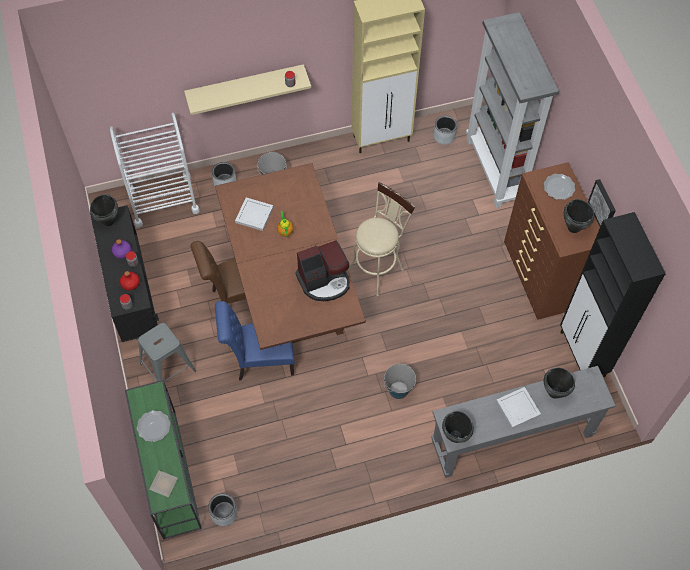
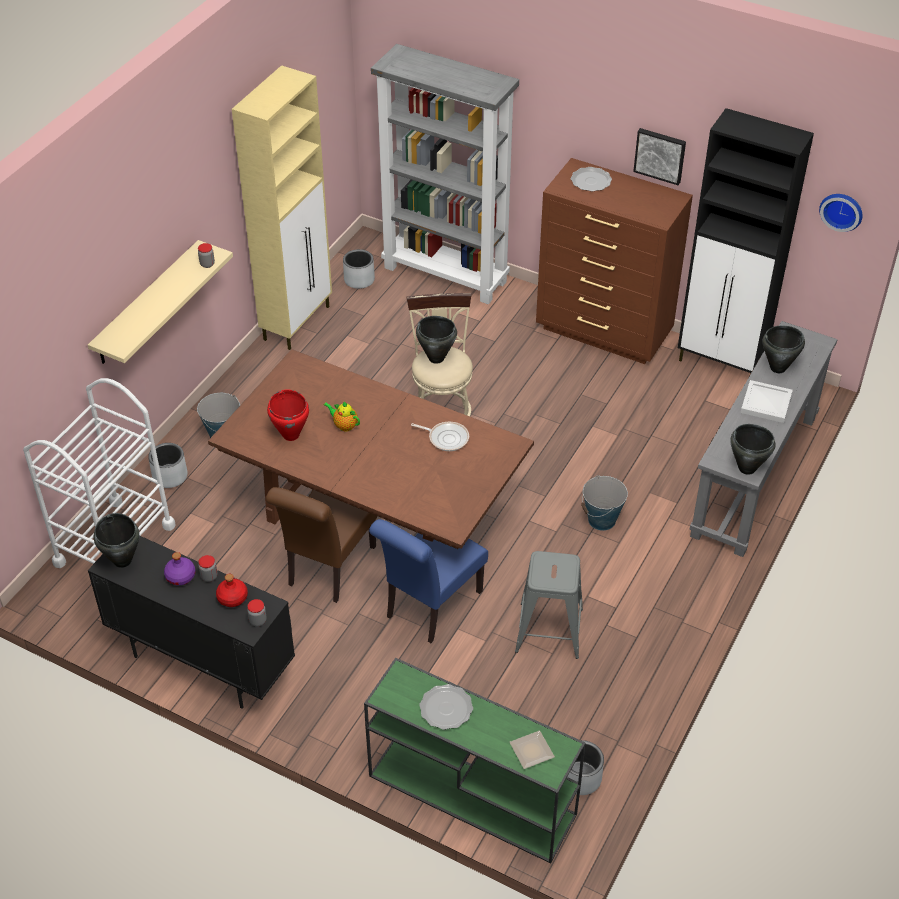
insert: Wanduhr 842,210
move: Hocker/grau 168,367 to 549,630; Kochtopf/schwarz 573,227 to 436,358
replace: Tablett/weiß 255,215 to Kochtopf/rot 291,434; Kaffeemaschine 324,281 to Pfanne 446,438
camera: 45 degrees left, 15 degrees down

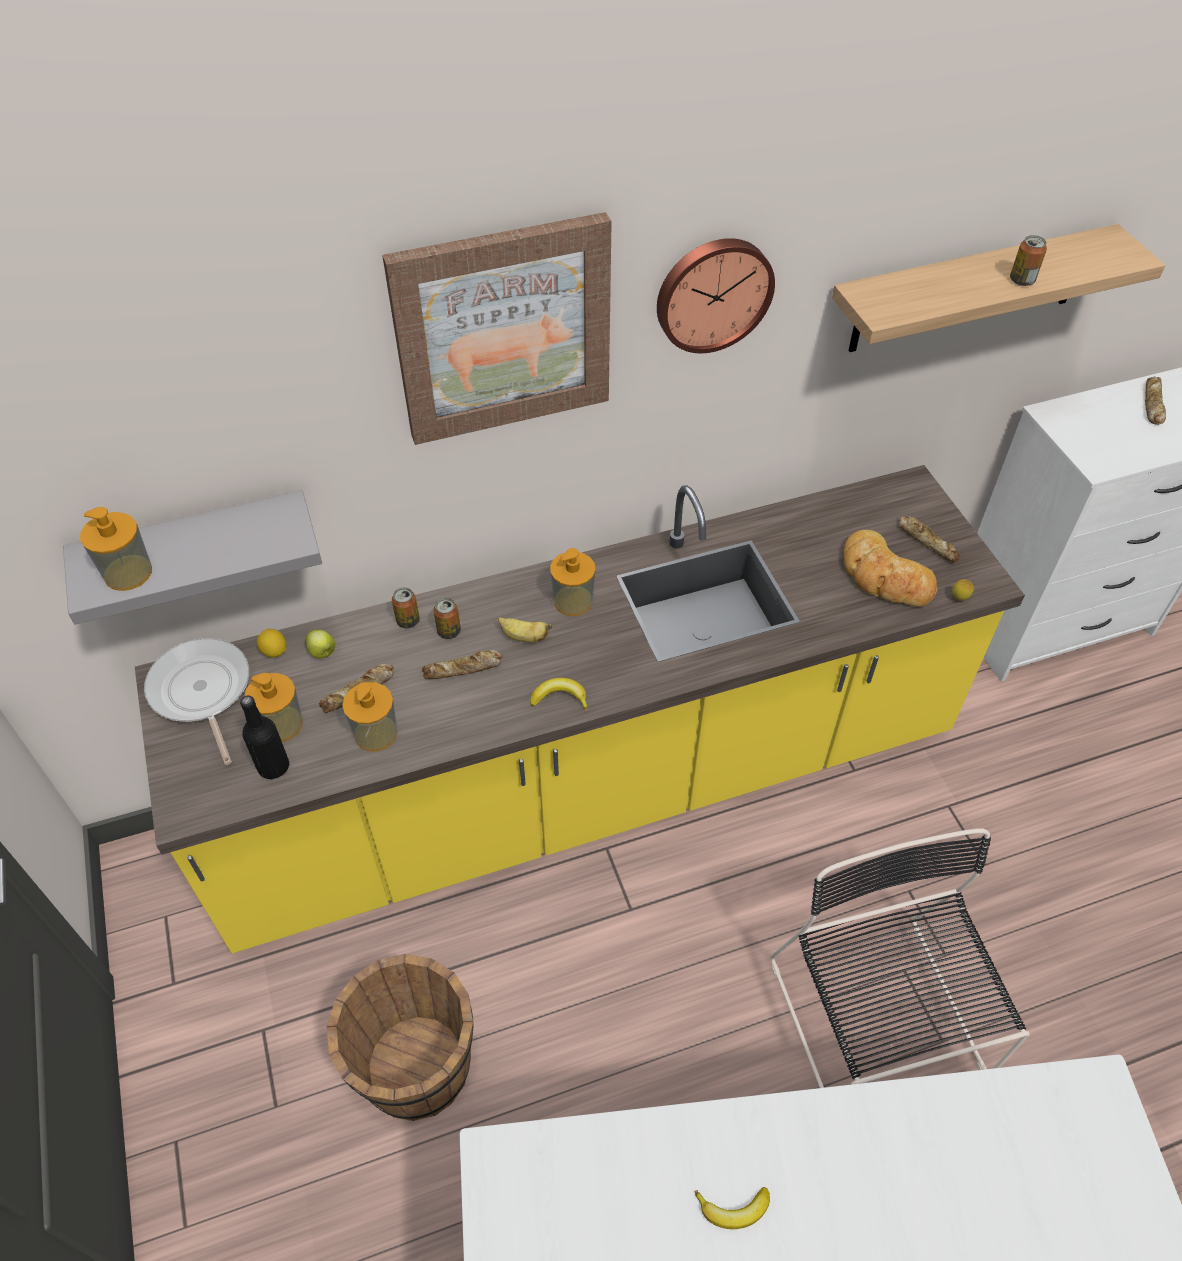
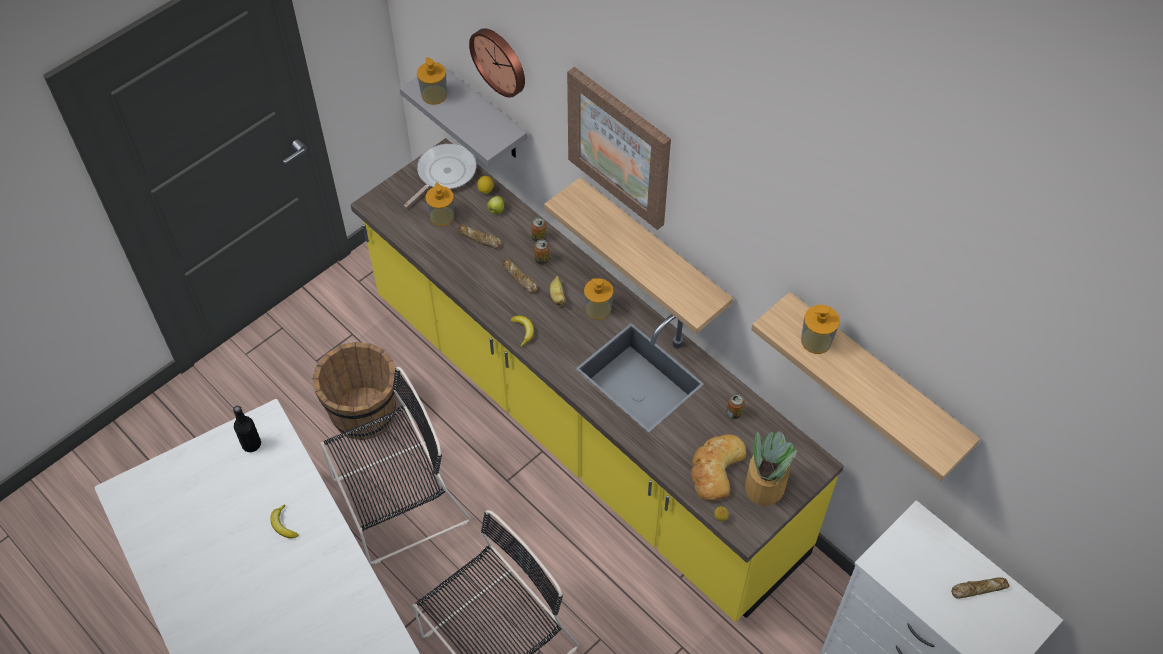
insert: Stuhl/schwarz 396,502; Wandregal 653,252
move: Flasche/schwarz 273,766 to 251,444; Seifenspender 376,733 to 816,341; Wanduhr 712,293 to 500,60; Dose 1022,280 to 734,413
replace: Brot 928,542 to Topfpflanze 764,487
camera: 65 degrees right, 5 degrees up

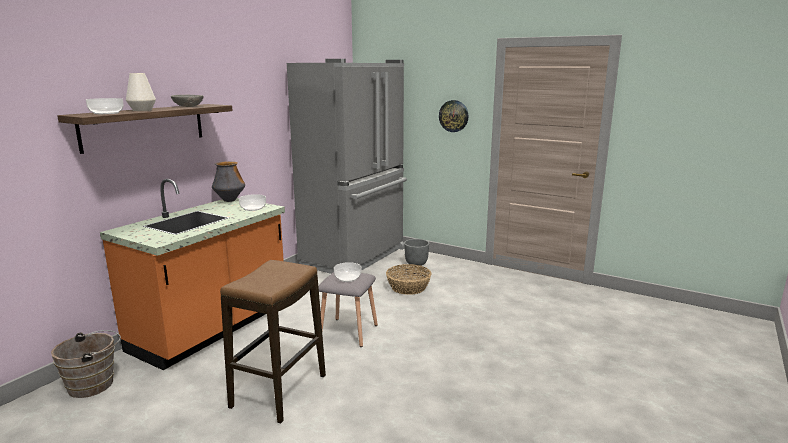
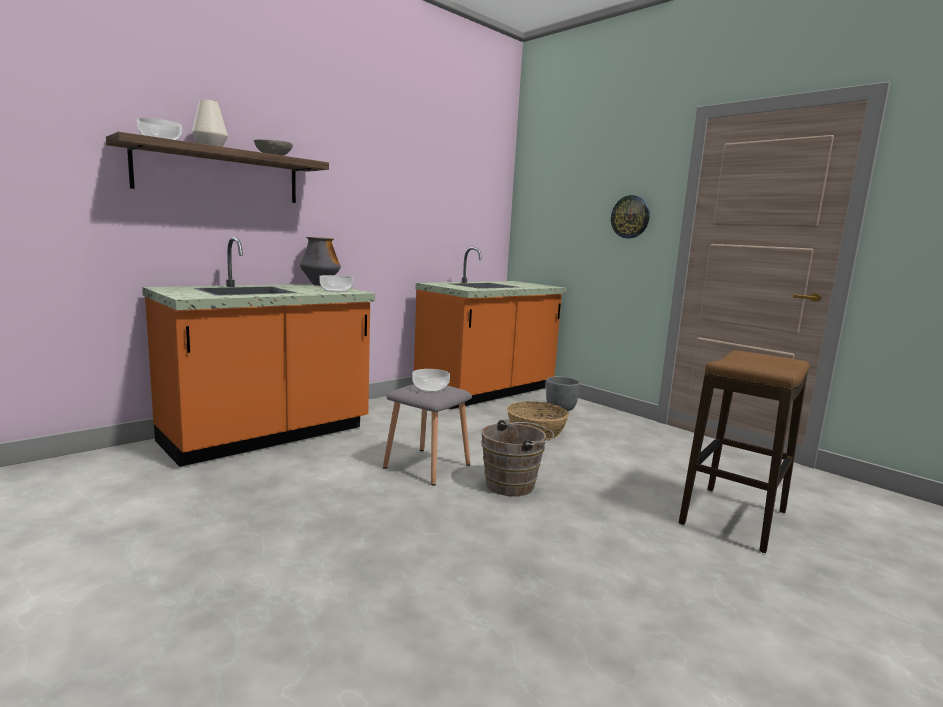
move: Eimer/braun 95,384 to 514,485; Hocker 279,391 to 733,517
replace: Kühlschrank/grau 356,257 to Küchenzeile/orange 487,393
camera: 15 degrees right, 5 degrees down

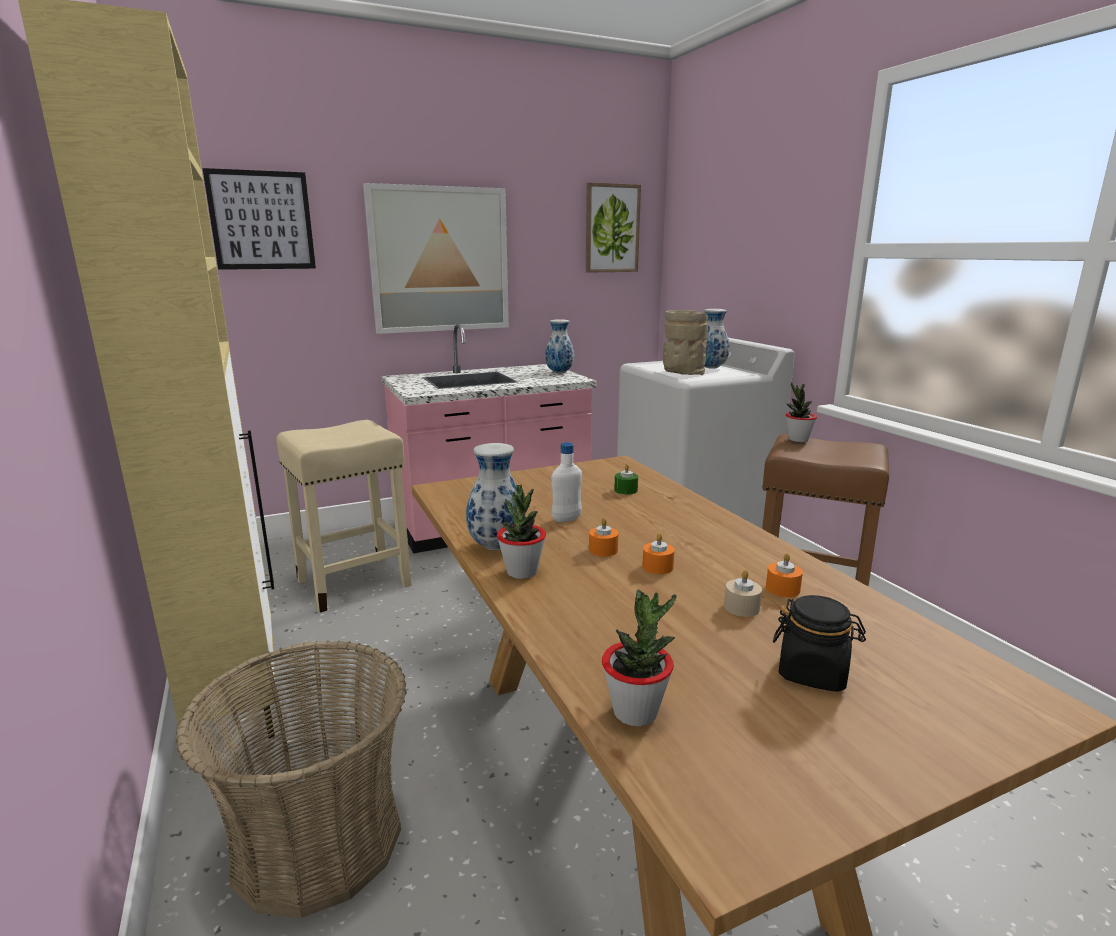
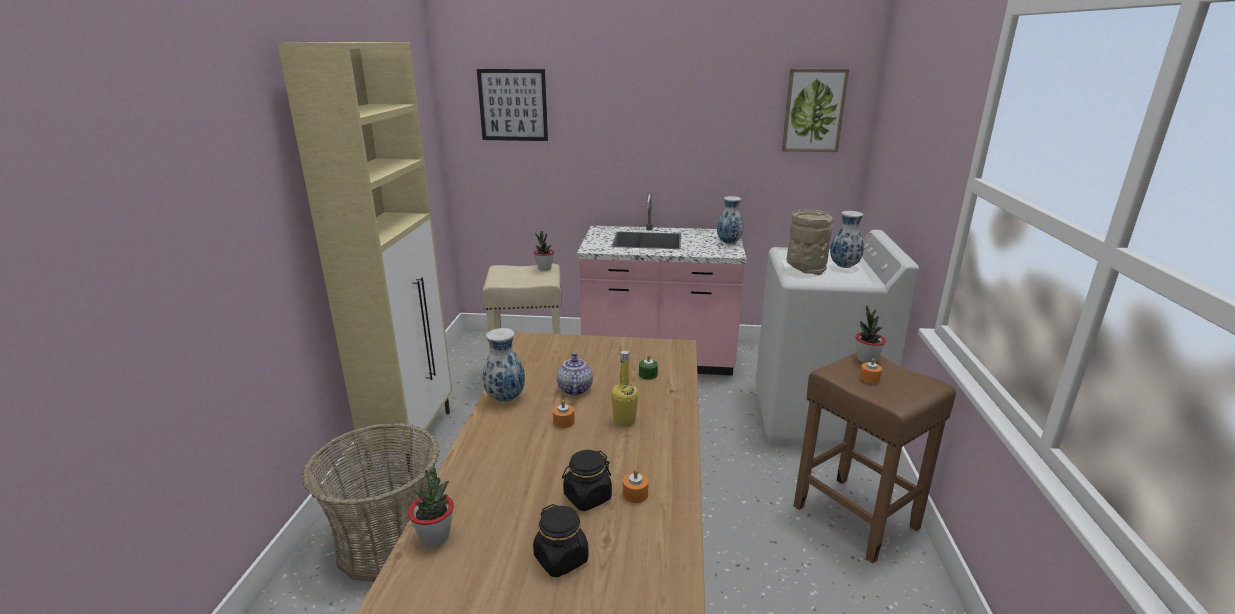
delete: Bild 439,260
insert: Flasche/gelb 624,421
move: Topfpflanze 522,572 to 544,268; Kerze/orange 657,567 to 869,378
replace: Flasche/weiß 566,519 to Teekanne 574,389; Kerze/beige 741,607 to Vorratsglas/schwarz 587,497
camera: 30 degrees right, 5 degrees up

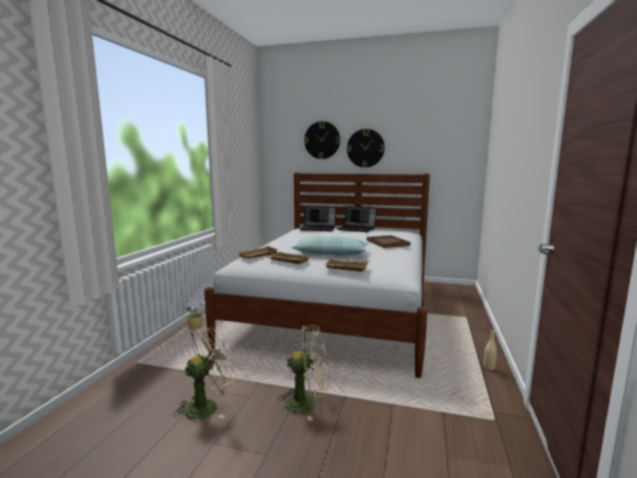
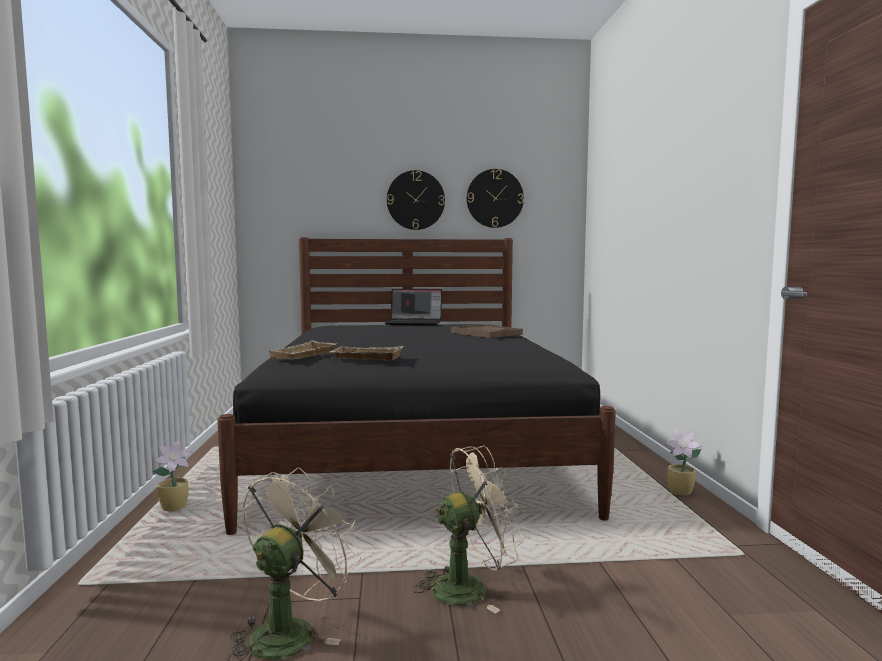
delete: Kissen 330,253; Laptop 318,228; Tablett/beige 345,268
move: Wanduhr 322,140 to 494,198
replace: Flasche/beige 489,367 to Topfpflanze 681,492
recolor: Bett/weiß 338,308 to Bett/schwarz 413,447
camera: 20 degrees left, 5 degrees down

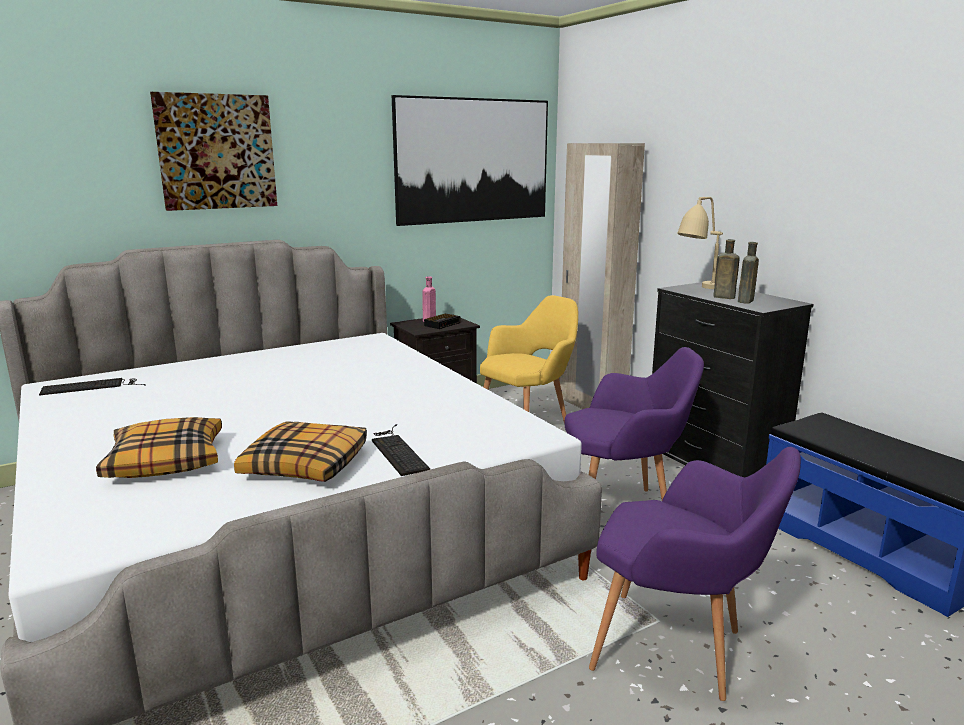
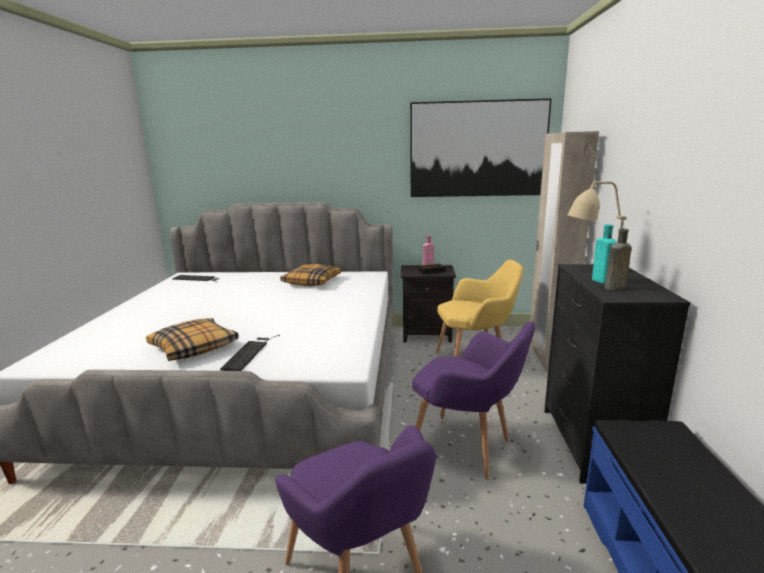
delete: Bild 216,152
move: Kissen 166,460 to 312,282
recolor: Flasche/braun 722,297 to Flasche/türkis 600,280
camera: 35 degrees right, 0 degrees up

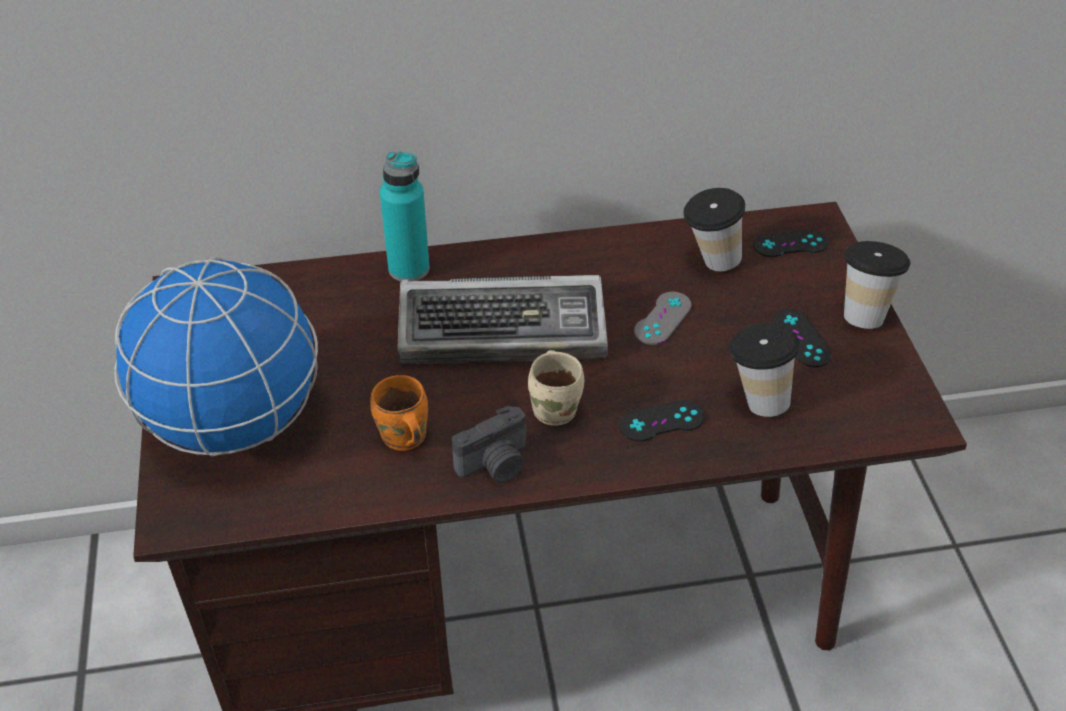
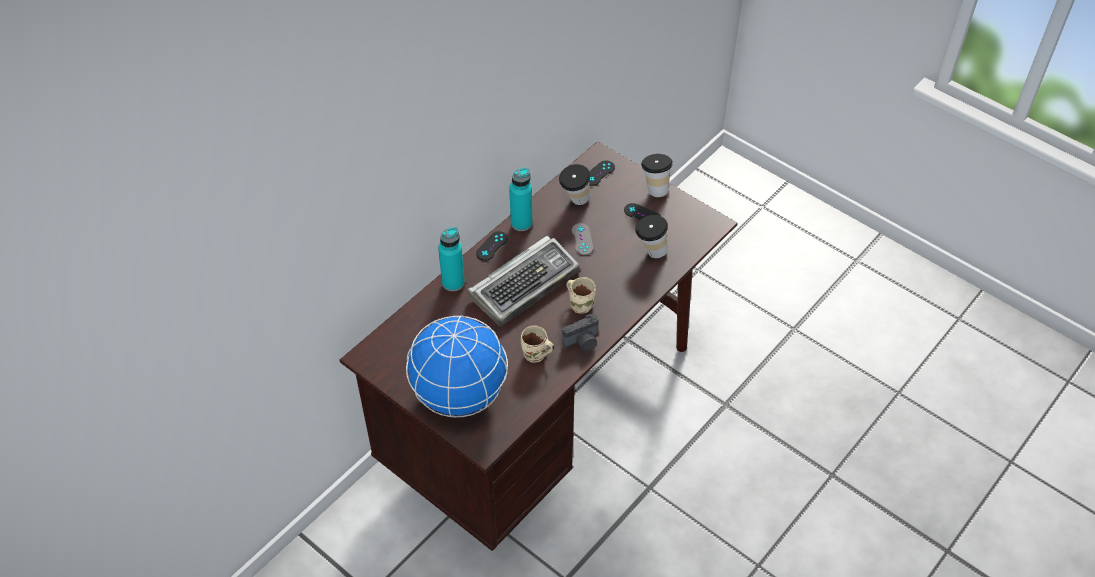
insert: Flasche/türkis 521,223
move: Gamepad/schwarz 662,421 to 492,246
recolor: Henkelbecher/orange 402,439 to Henkelbecher/beige 535,356
rotate: Kamera 496,465 = 582,342 45 degrees clockwise
camera: 40 degrees left, 5 degrees up

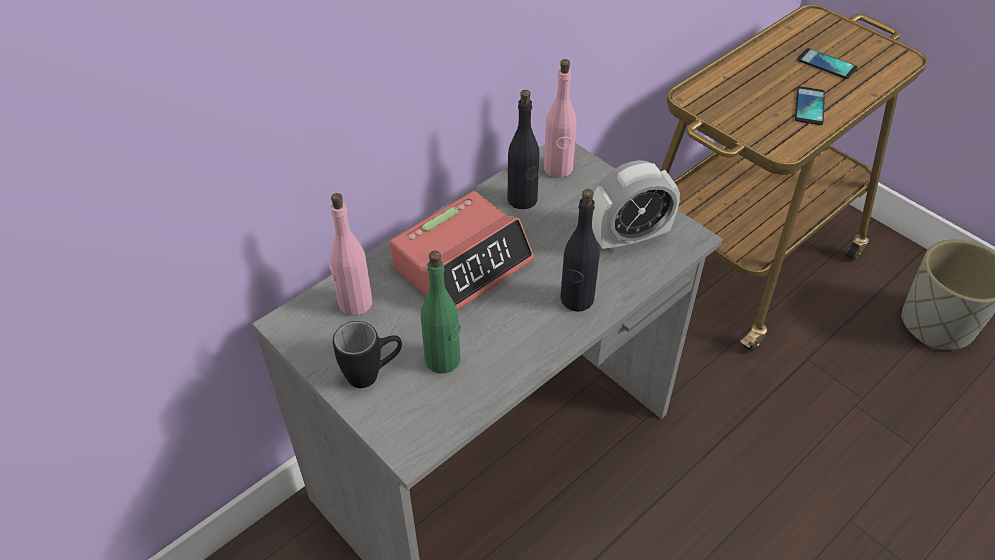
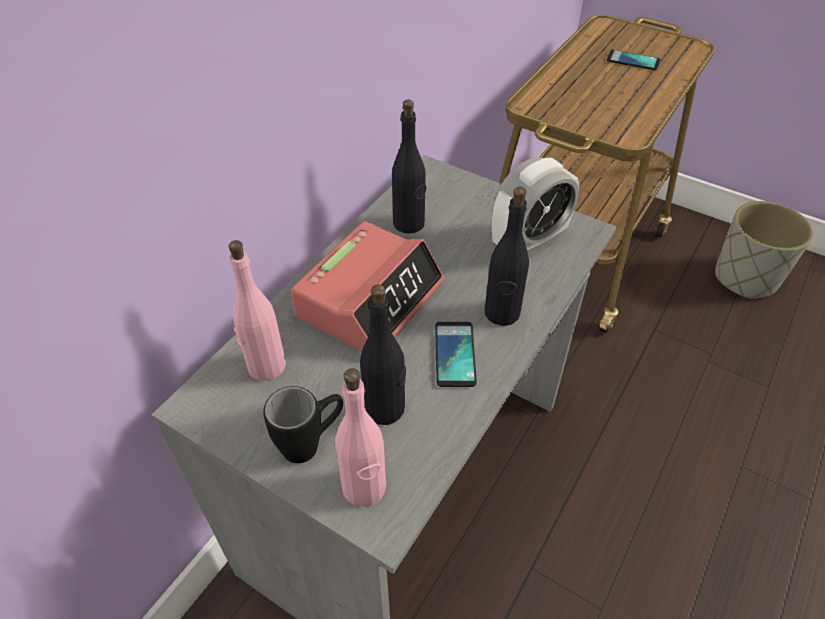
move: Flasche/rosa 558,168 to 364,487; Handy 809,106 to 454,354
recolor: Flasche/grün 443,360 to Flasche/schwarz 385,408
camera: 15 degrees left, 0 degrees up

